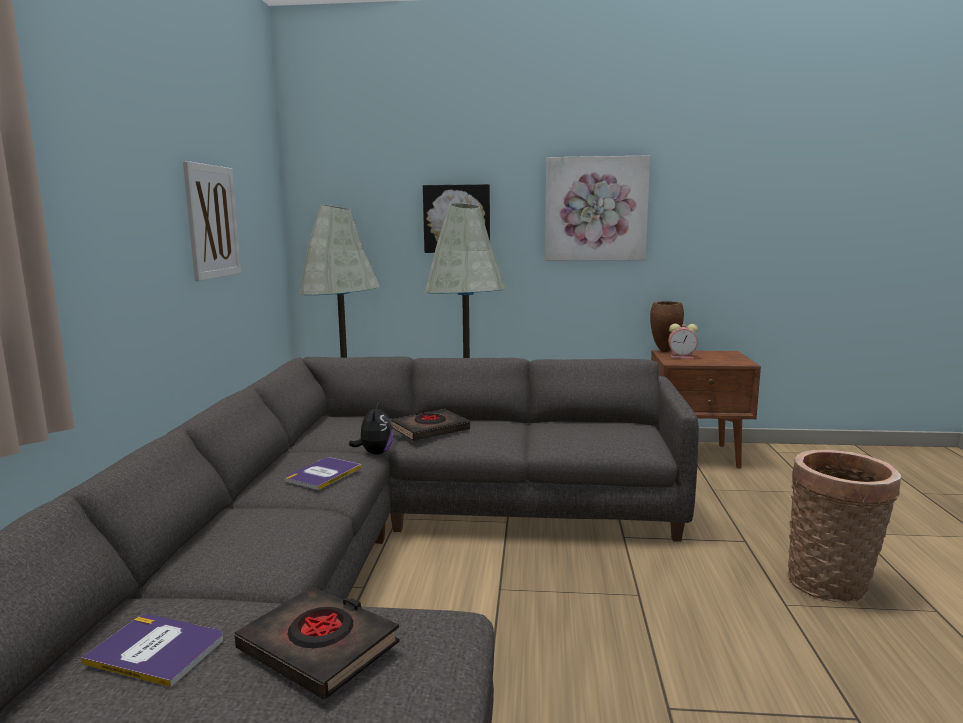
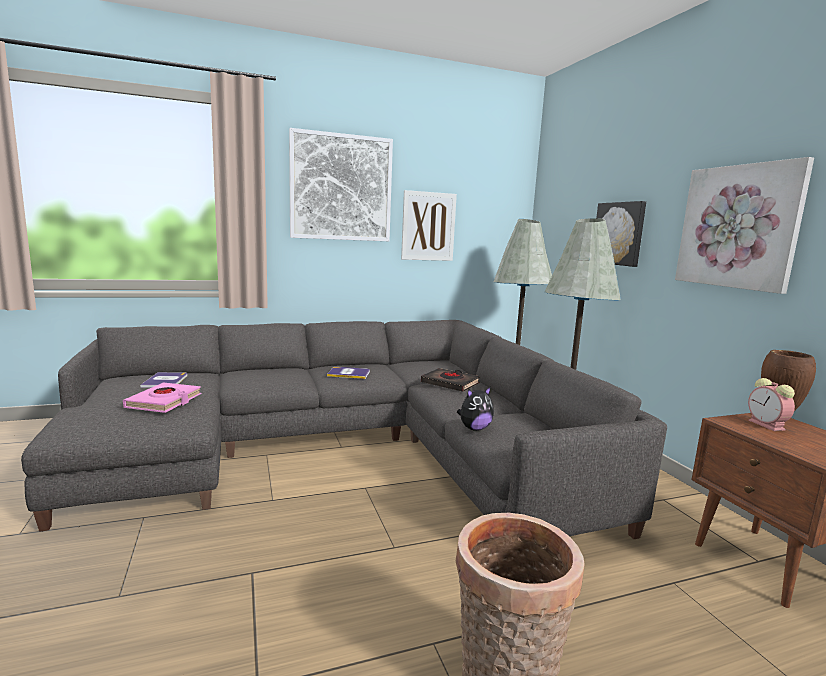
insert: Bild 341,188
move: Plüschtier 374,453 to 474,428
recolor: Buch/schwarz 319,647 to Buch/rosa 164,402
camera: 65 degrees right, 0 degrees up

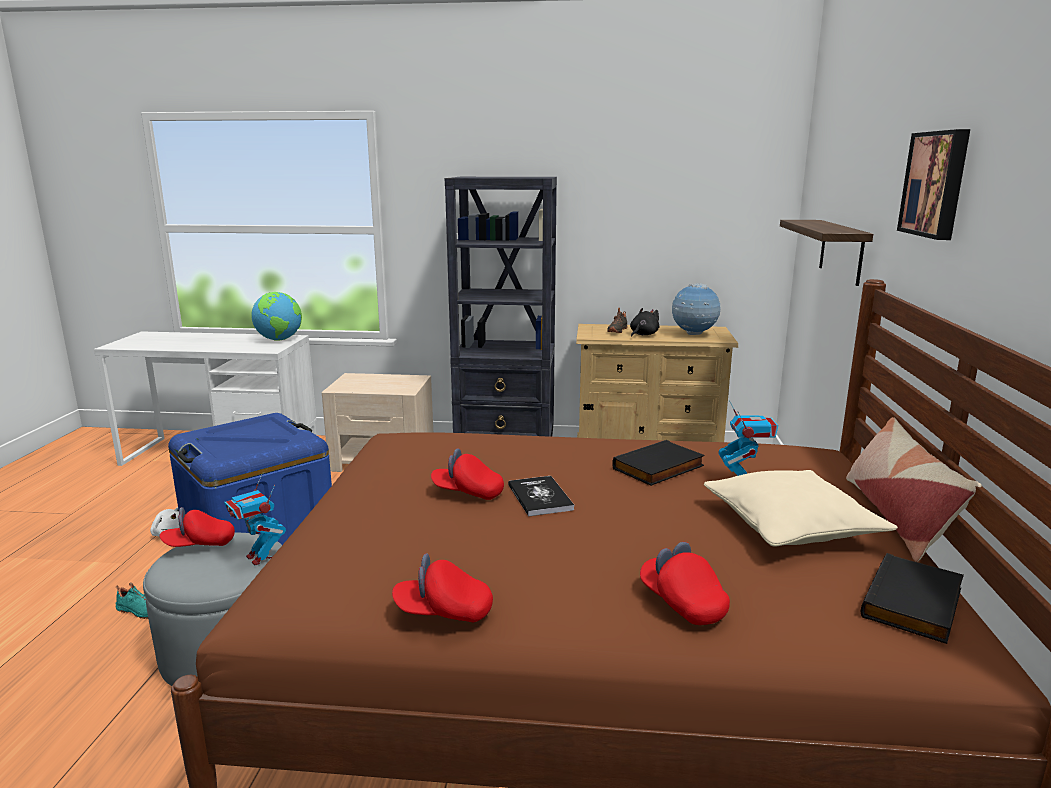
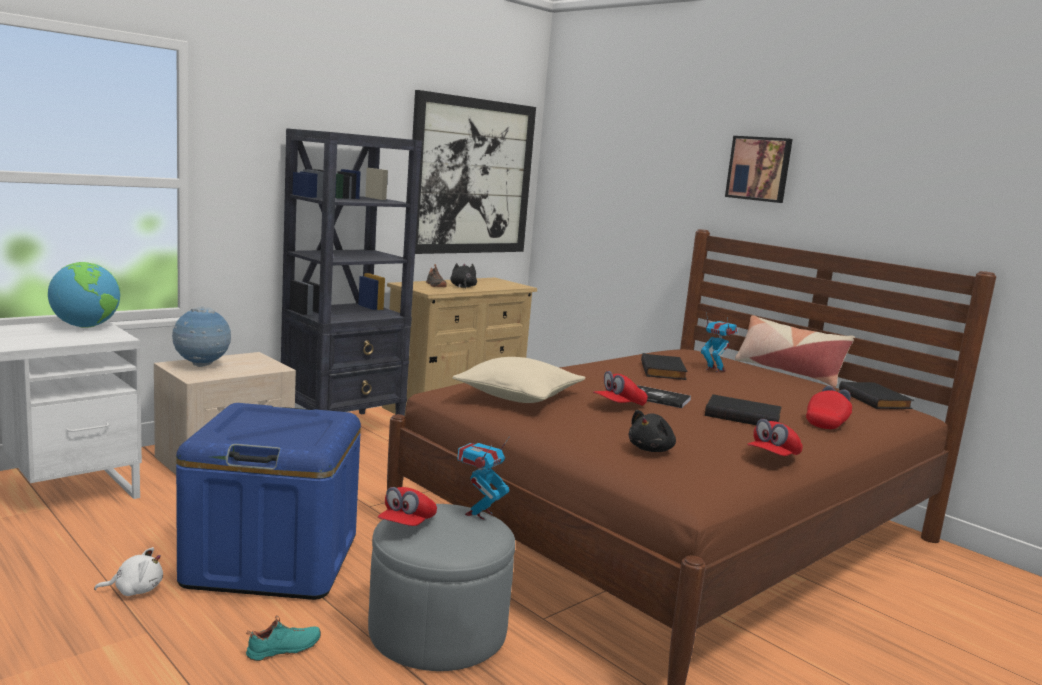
delete: Wandregal 841,251
insert: Bild 471,177; Plüschtier/schwarz 652,449; Buch/schwarz 743,416
move: Globus 694,334 to 201,365; Kissen/beige 791,527 to 518,395
rotate: Spielzeugroboter 259,557 = 479,513 120 degrees clockwise; Kappe/rot 682,603 = 827,422 120 degrees clockwise
camera: 50 degrees left, 5 degrees down

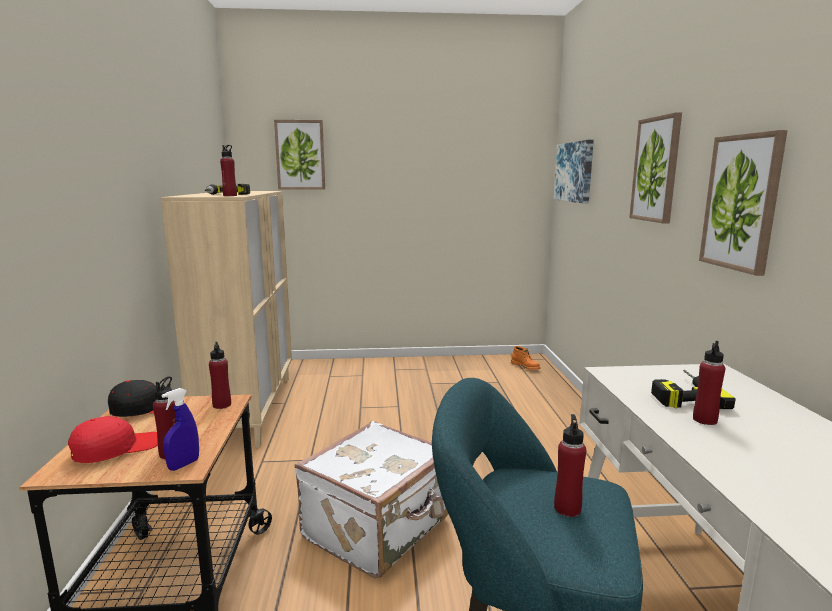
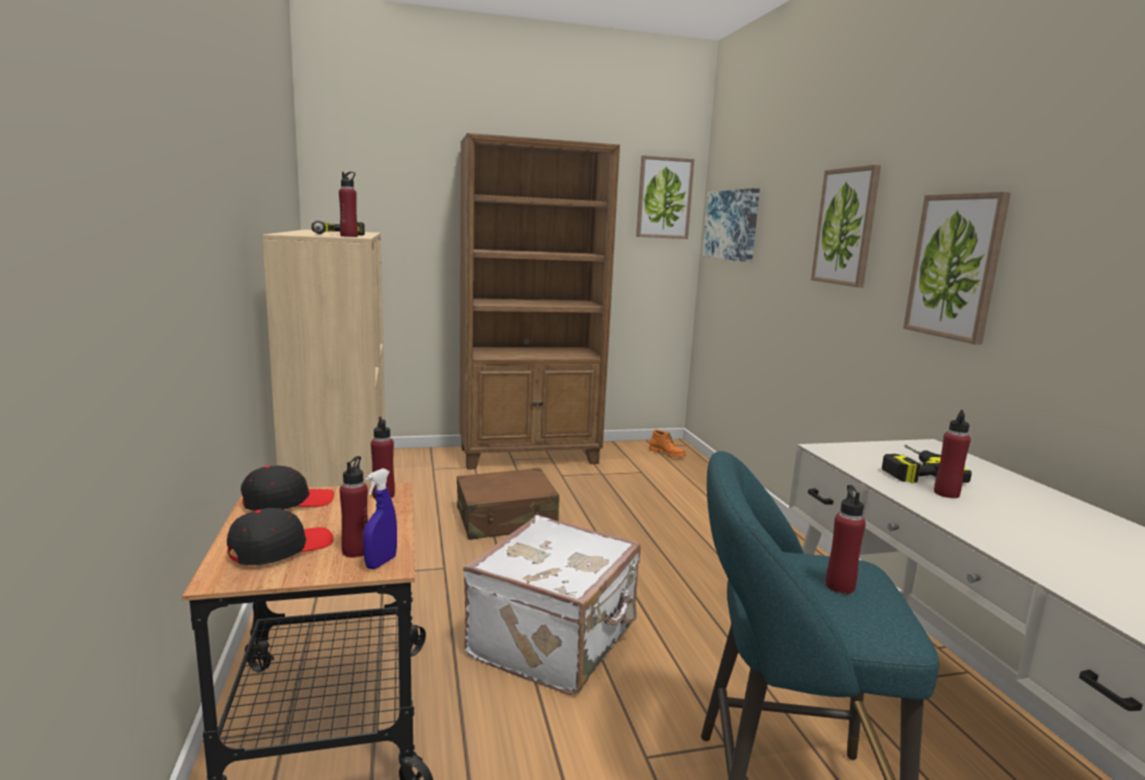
insert: Koffer/braun 506,519; Bücherregal/braun 530,456
move: Bild 300,155 to 664,198
recolor: Kappe/rot 116,449 to Kappe/schwarz 280,548
camera: 10 degrees left, 0 degrees up

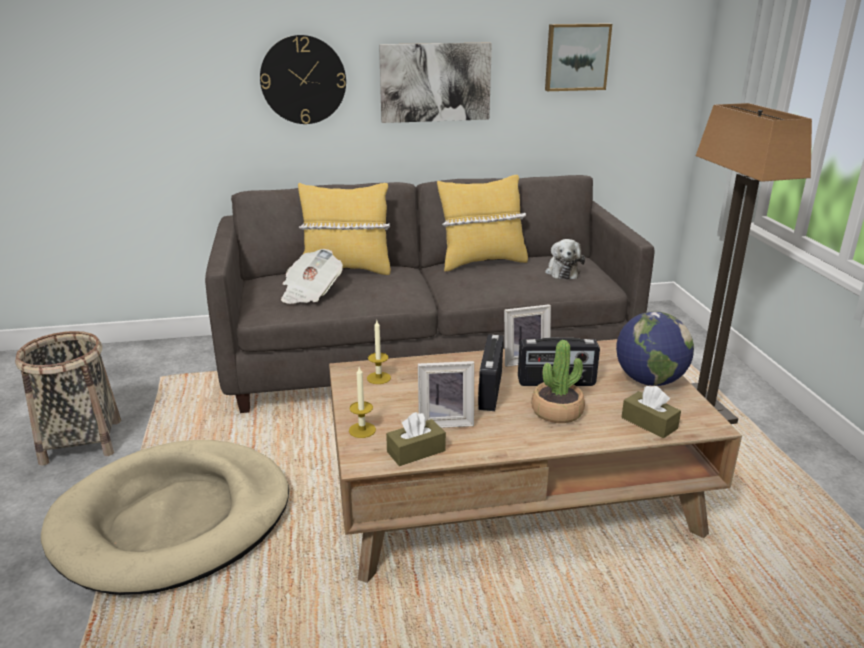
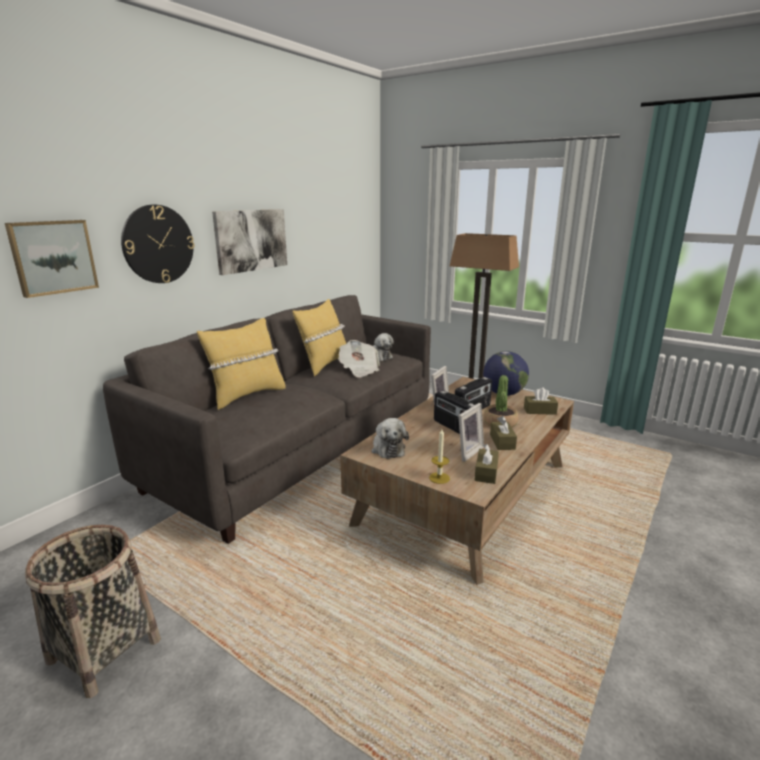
delete: Hundebett/beige 174,520
insert: Taschentuchbox/braun 502,442
move: Zeitung 310,293 to 359,370; Bild 576,57 to 53,257
replace: Kerze 378,378 to Plüschtier 387,448
camera: 45 degrees left, 5 degrees down

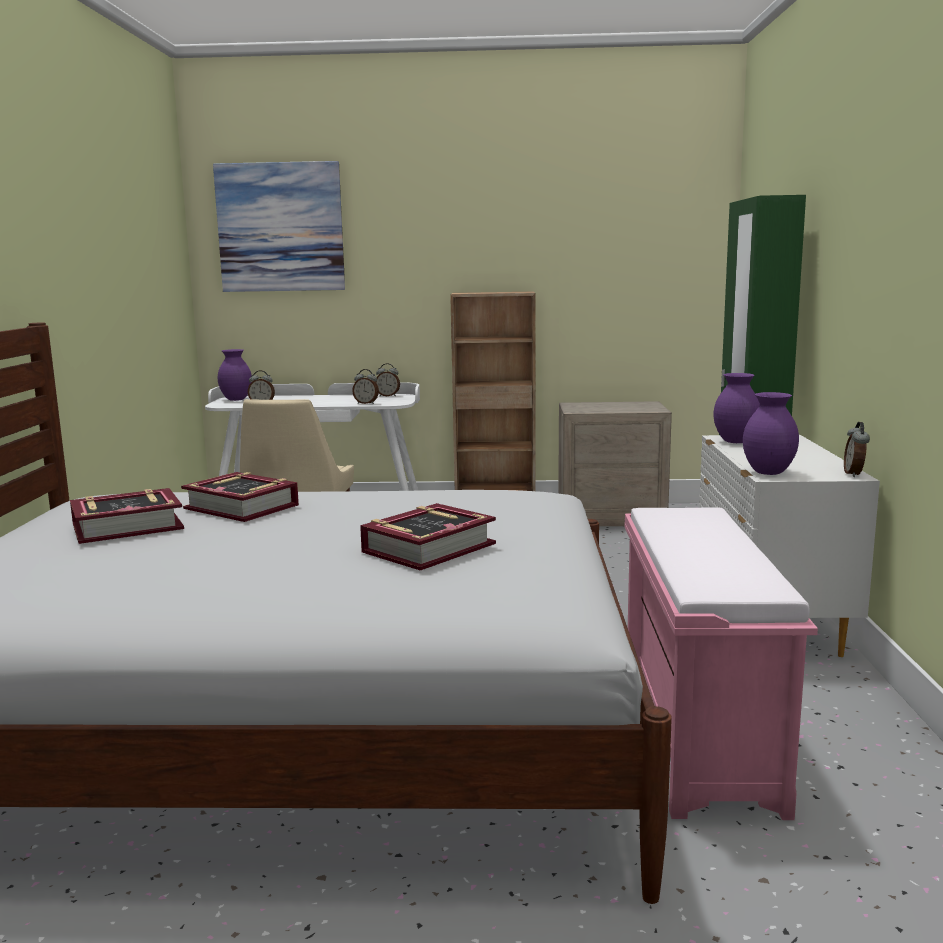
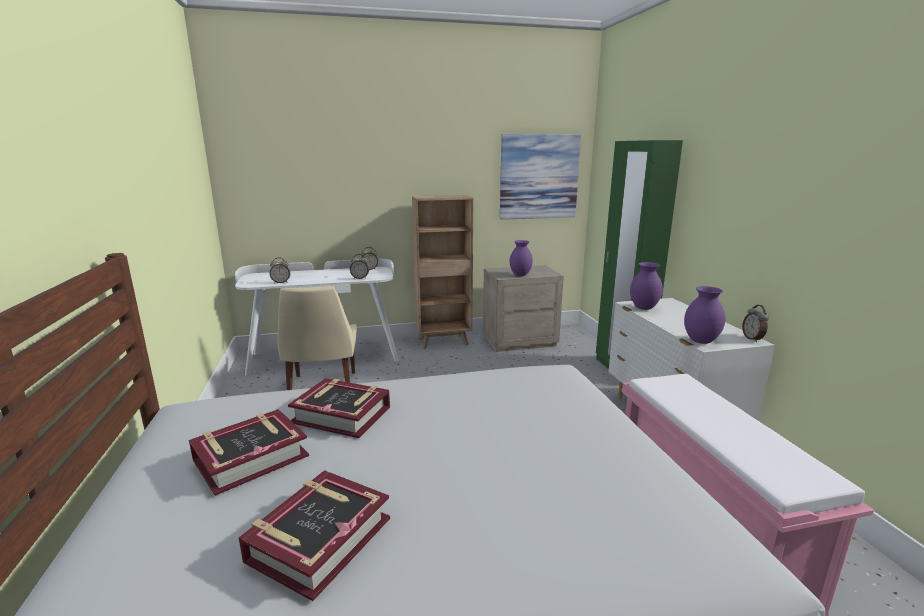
move: Bild 280,227 to 539,177; Vase/lila 236,399 to 520,275; Buch 428,548 to 319,539
camera: 15 degrees left, 5 degrees up

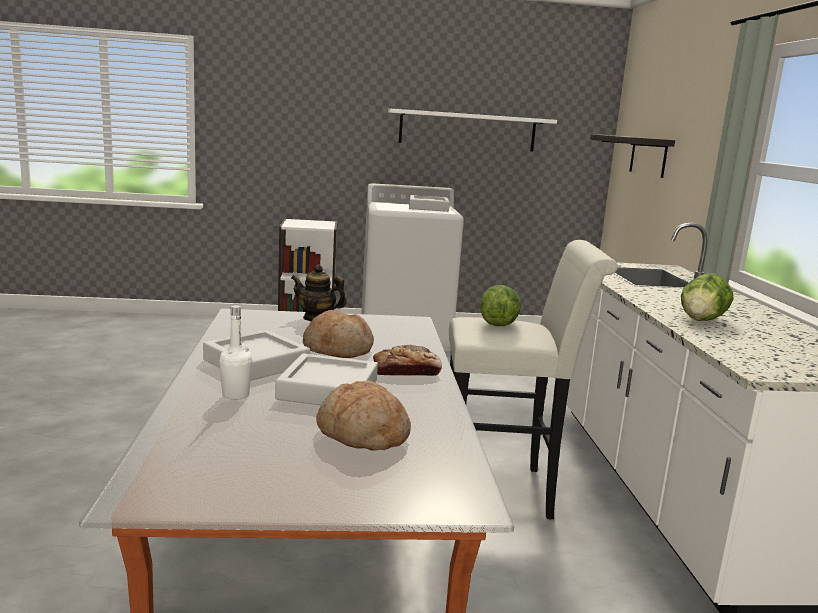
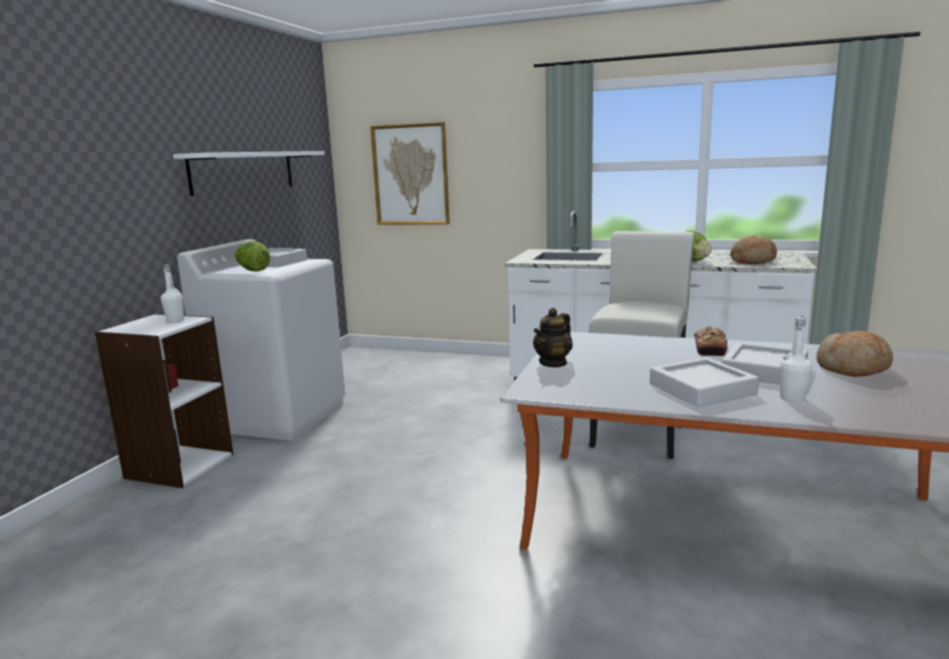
insert: Flasche/weiß 175,321
move: Brot 338,349 to 752,261; Salatkopf 498,323 to 253,271
replace: Wandregal 648,156 to Bild 411,175
camera: 65 degrees left, 0 degrees up

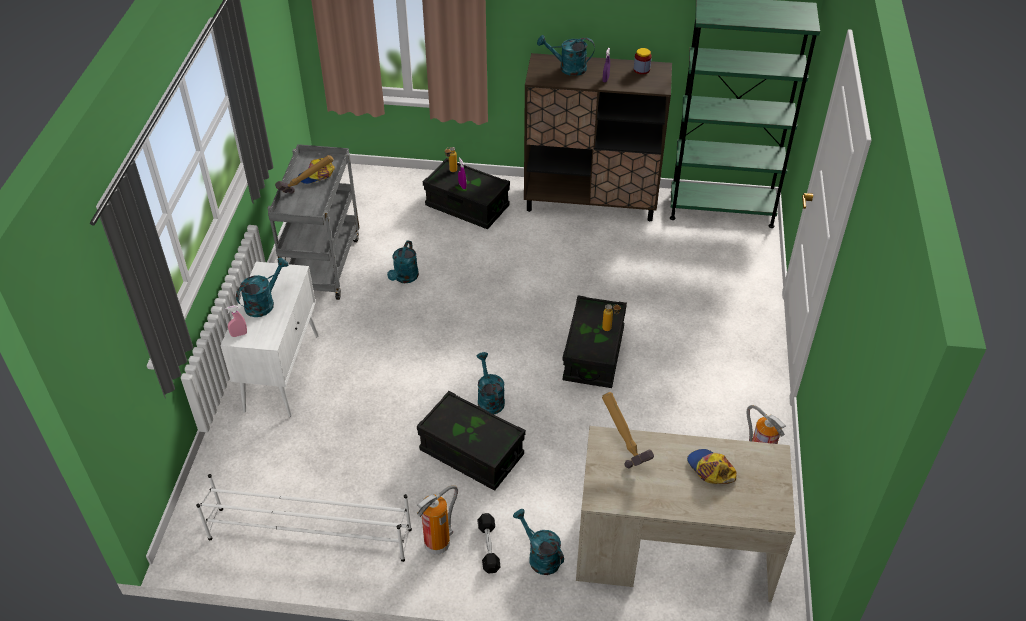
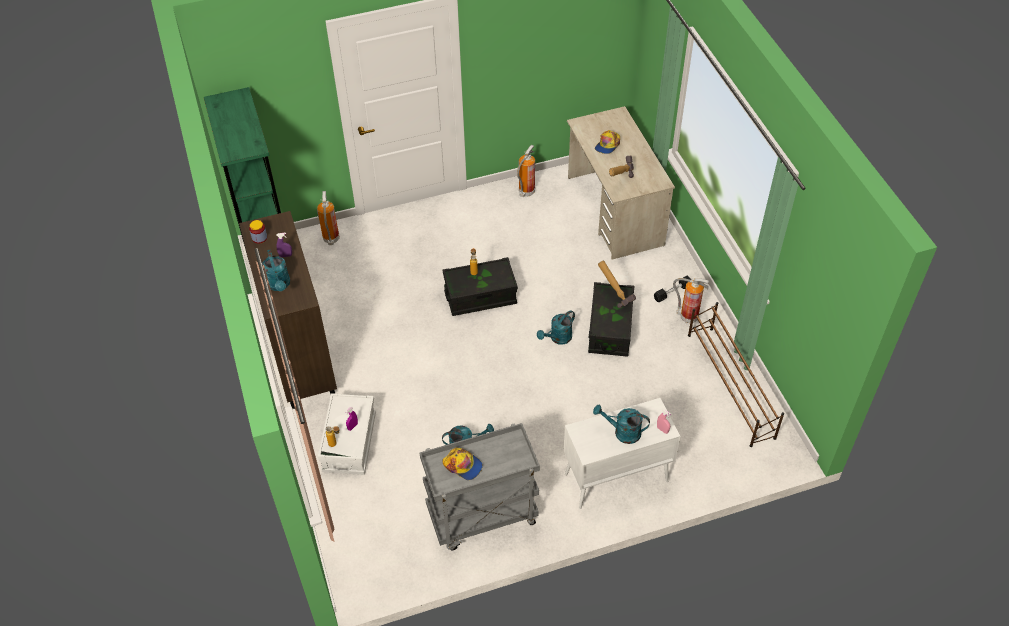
delete: Gießkanne/türkis 540,556
insert: Feuerlöscher 331,239
move: Hammer 308,195 to 615,296
recolor: Schuhregal/weiß 309,533 to Schuhregal/braun 730,386; Aufbewahrungsbox/schwarz 467,206 to Aufbewahrungsbox/weiß 349,443
camera: 115 degrees left, 5 degrees up

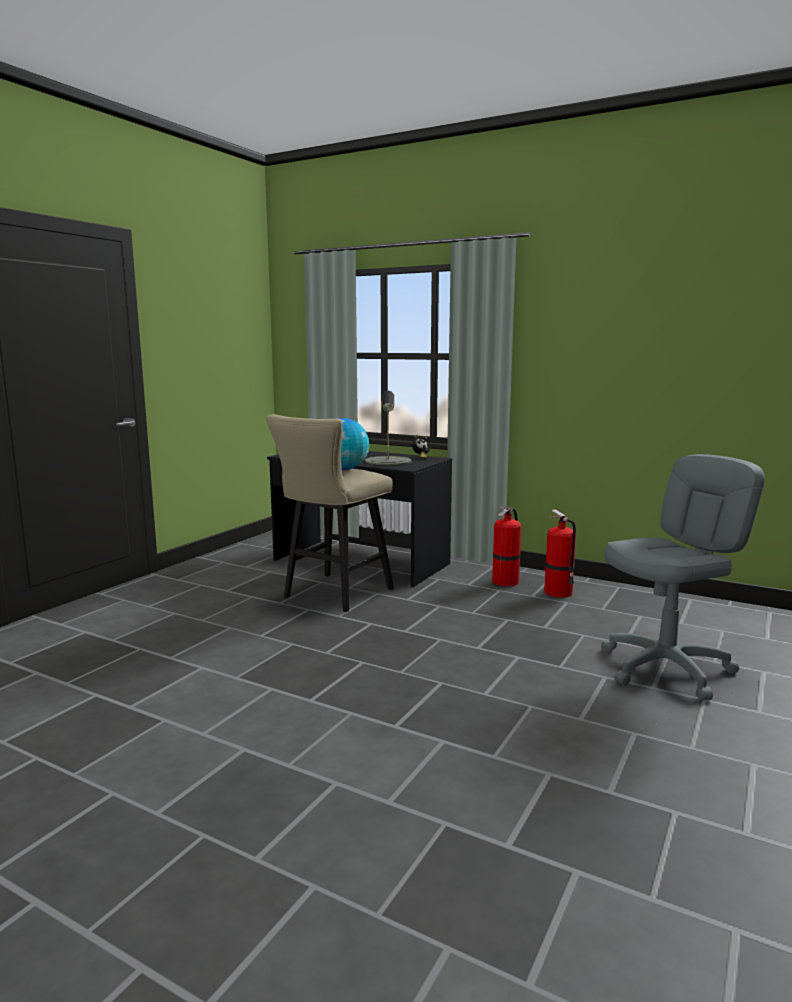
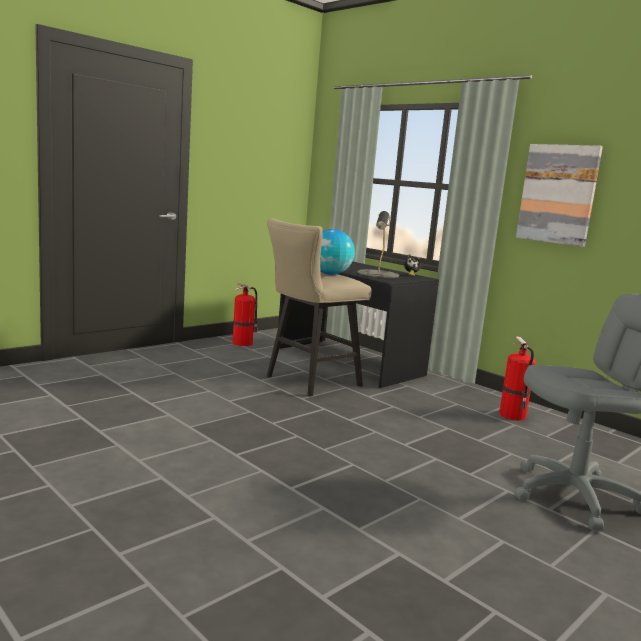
insert: Bild 558,194
move: Feuerlöscher 506,581 to 243,343
camera: 15 degrees right, 0 degrees up

